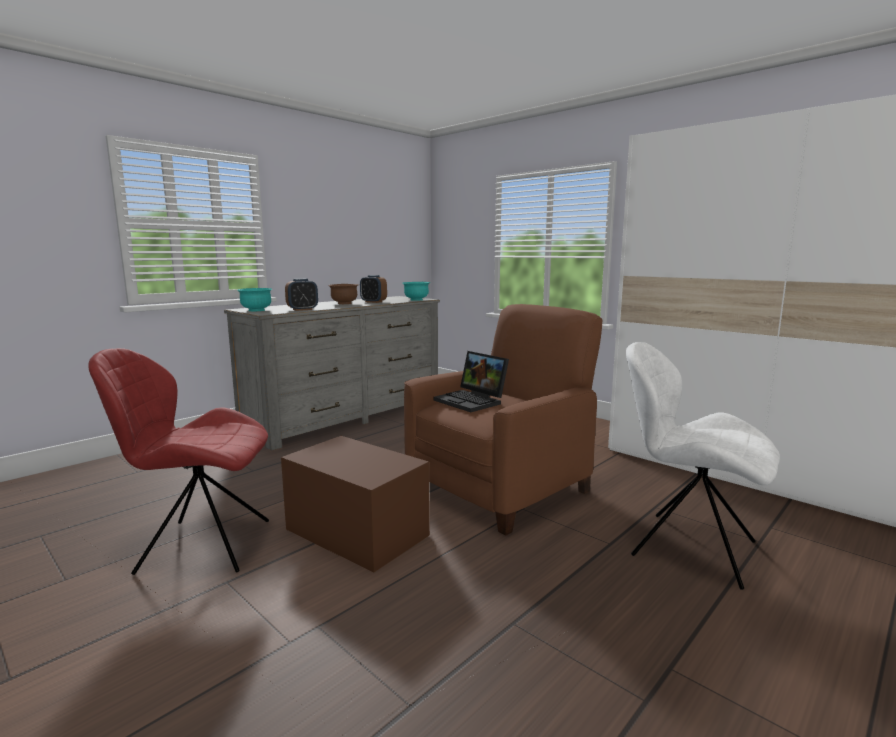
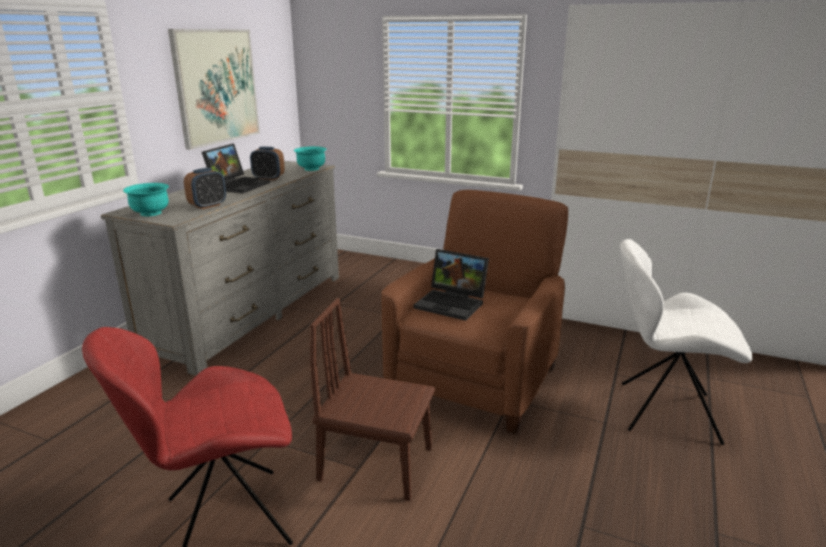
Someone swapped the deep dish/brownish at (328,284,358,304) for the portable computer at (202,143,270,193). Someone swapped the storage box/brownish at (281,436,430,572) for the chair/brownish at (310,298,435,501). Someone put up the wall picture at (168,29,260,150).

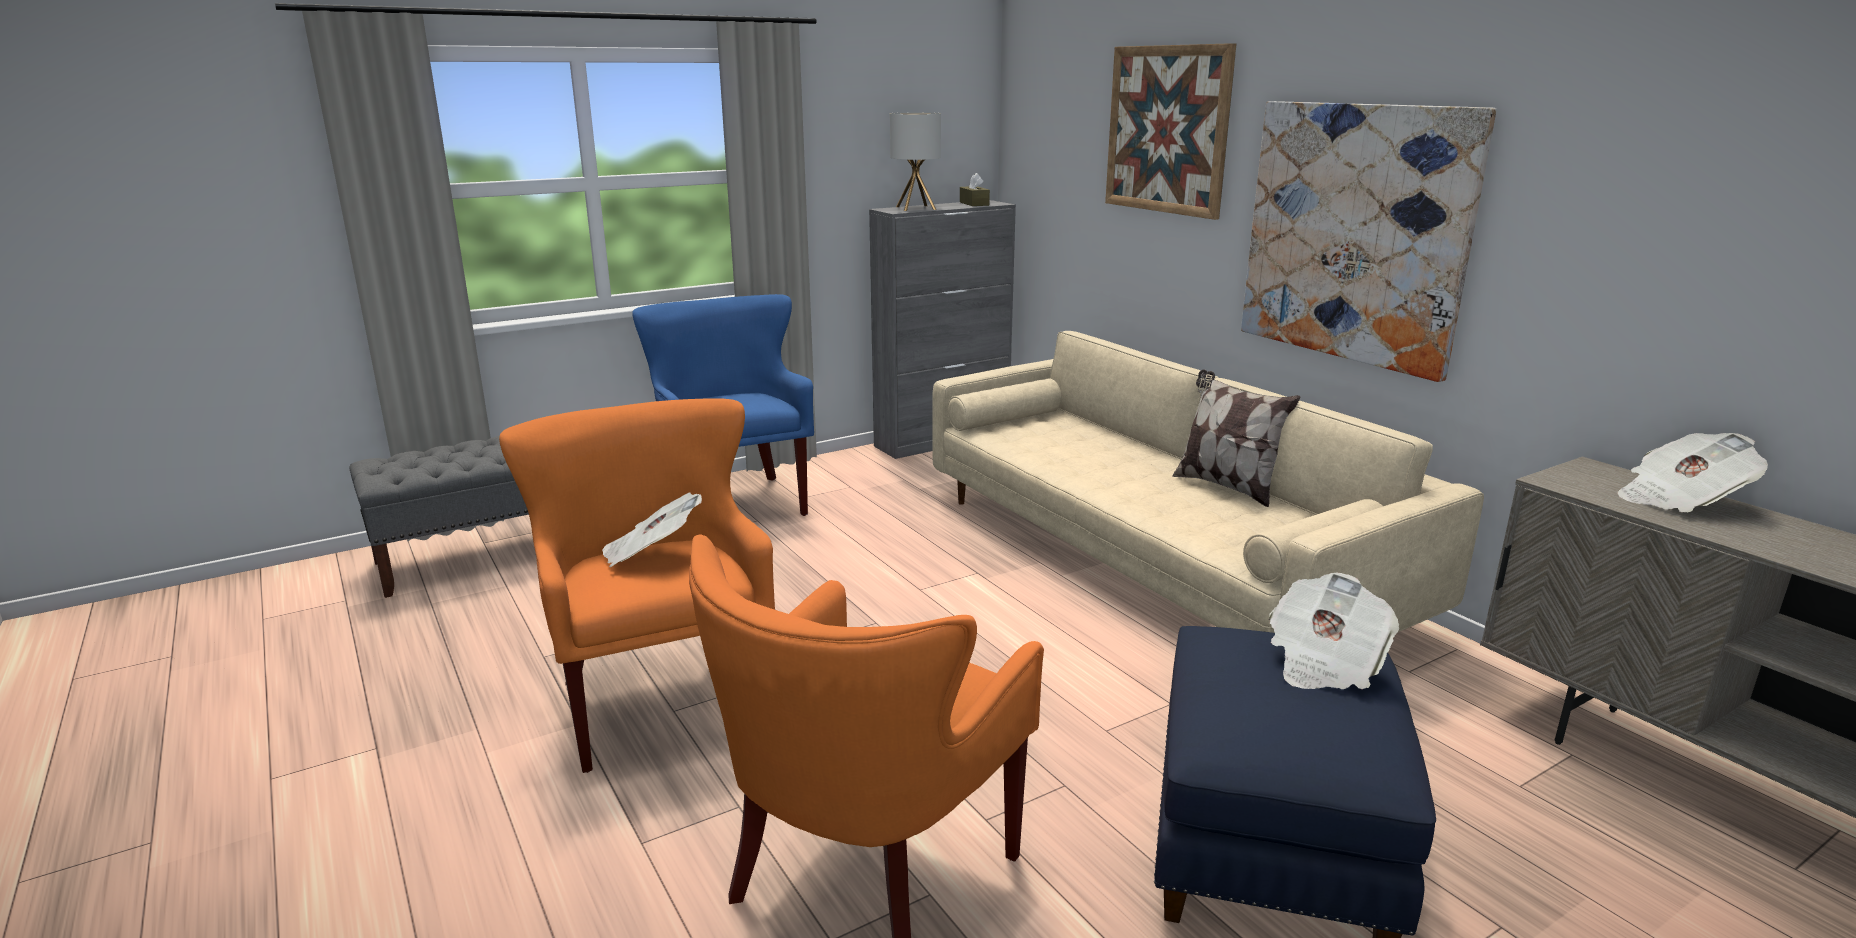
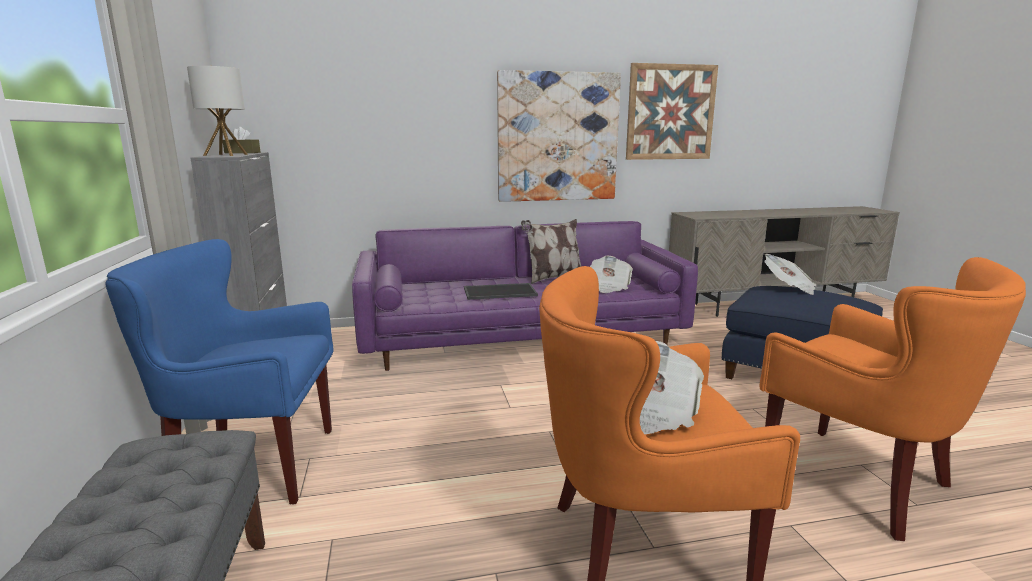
Someone carried the wall picture from (1105,43,1236,220) to (626,63,718,160). Someone repainted the sofa/beige-coloured at (932,331,1484,633), which became the sofa/purple at (352,221,698,371). Someone carried the daily paper from (1618,433,1768,512) to (590,256,633,293). Someone put down the carrying tray at (464,283,538,300).

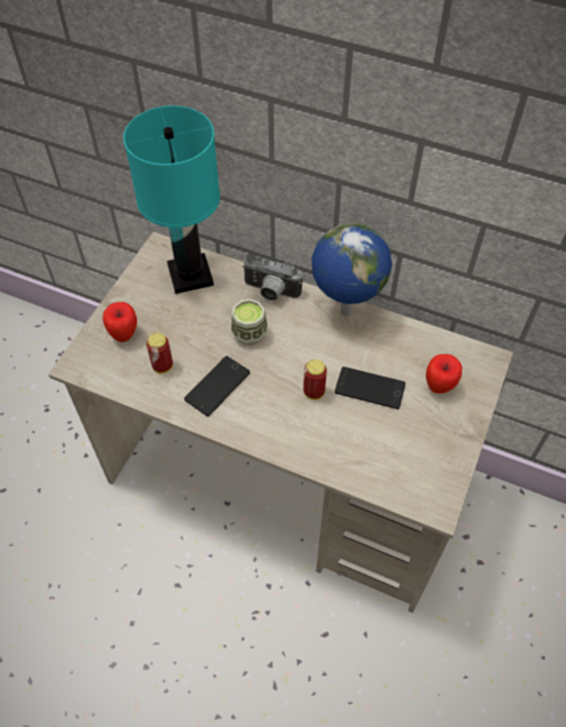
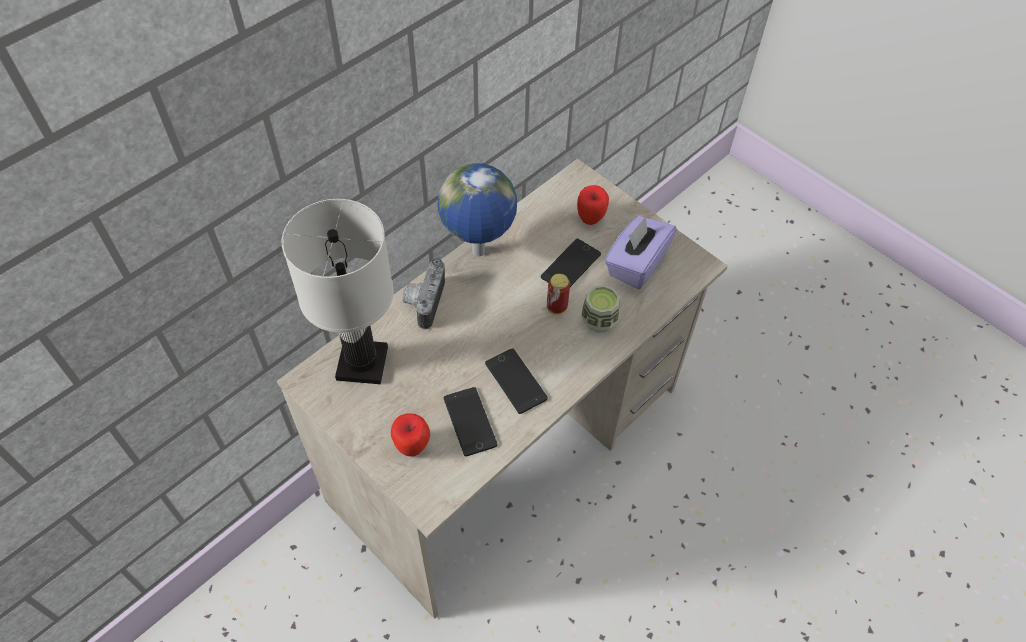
Someone repainted the lamp for a table/turquoise at (123,106,220,294), which became the lamp for a table/whitish at (282,199,394,384). Someone rotated the photo camera at (242,254,303,301) by 150 degrees clockwise. Someone carried the small cup from (231,299,268,346) to (581,285,620,333). Someone swapped the metal can at (146,333,173,374) for the handset at (444,387,498,456). Someone put down the tissue box/purple at (605,216,677,289).

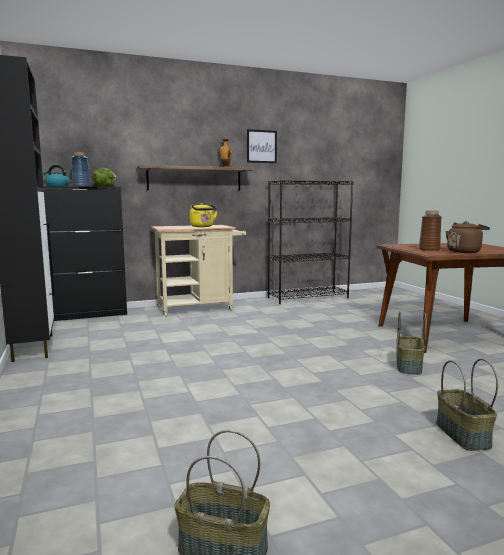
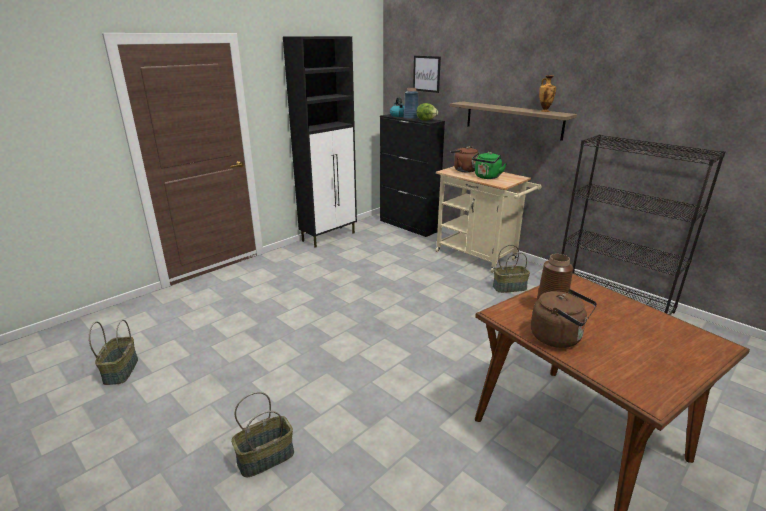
Someone carried the wall picture from (247,129,277,163) to (413,56,441,93). Someone repainted the water kettle/yellow-coloured at (190,203,218,227), which became the water kettle/green at (472,152,506,179). Someone carried the household basket from (396,311,427,375) to (493,245,530,293). Someone put down the water kettle/brownish at (450,146,478,173).

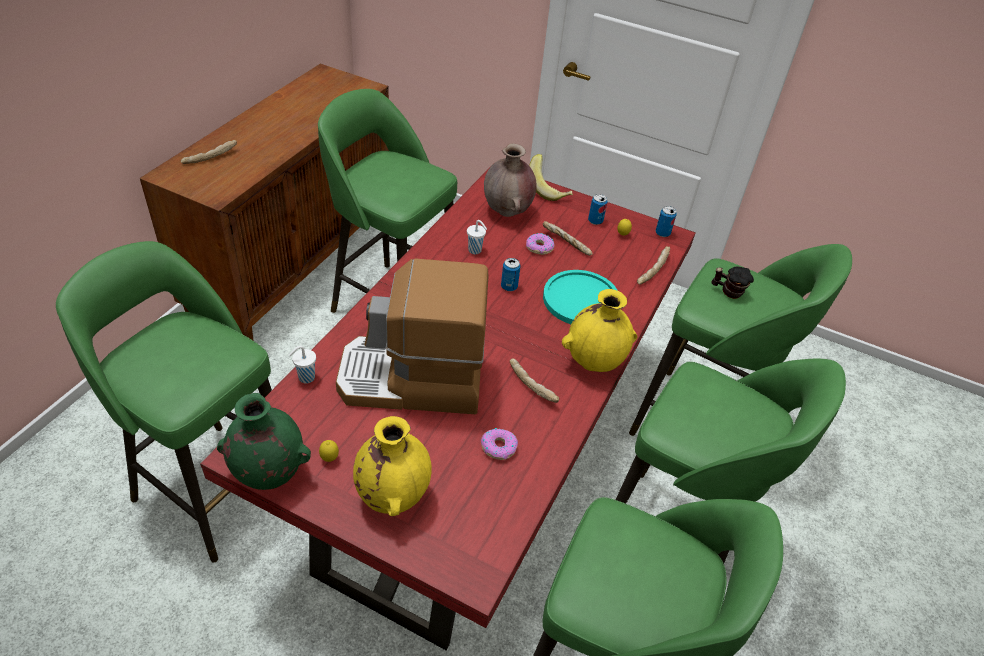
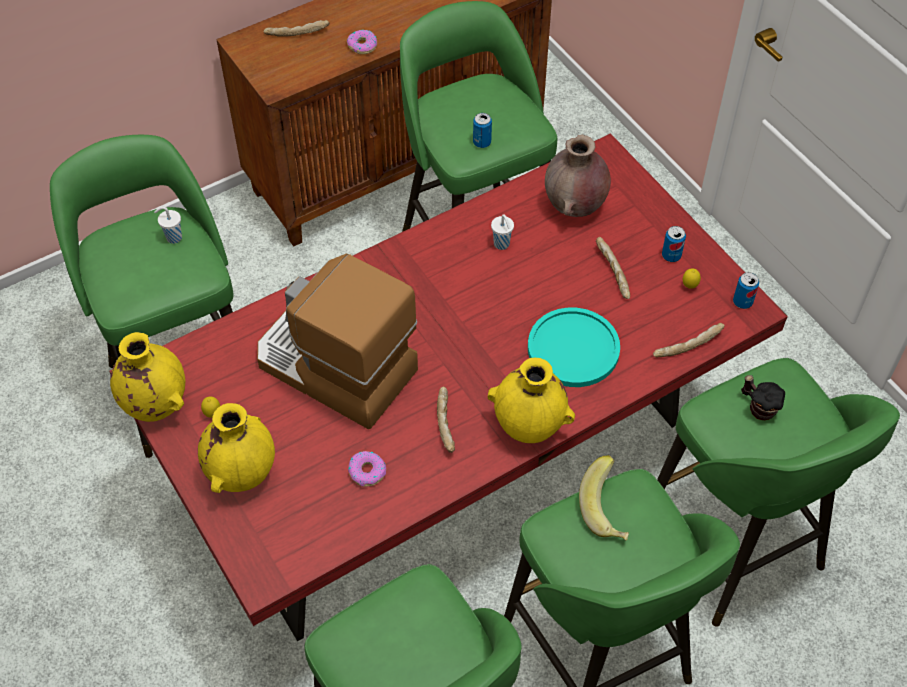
Someone carried the banana fruit from (529,154,573,201) to (579,455,629,540). Someone carried the doughnut from (526,233,555,255) to (347,30,377,54). Someone carried the metal can from (501,258,521,291) to (473,113,492,148). Someone carried the small cup/whitish from (289,346,316,384) to (154,207,182,244). Someone repainted the decorative vase/green at (217,393,311,490), which became the decorative vase/yellow-coloured at (110,332,185,422).

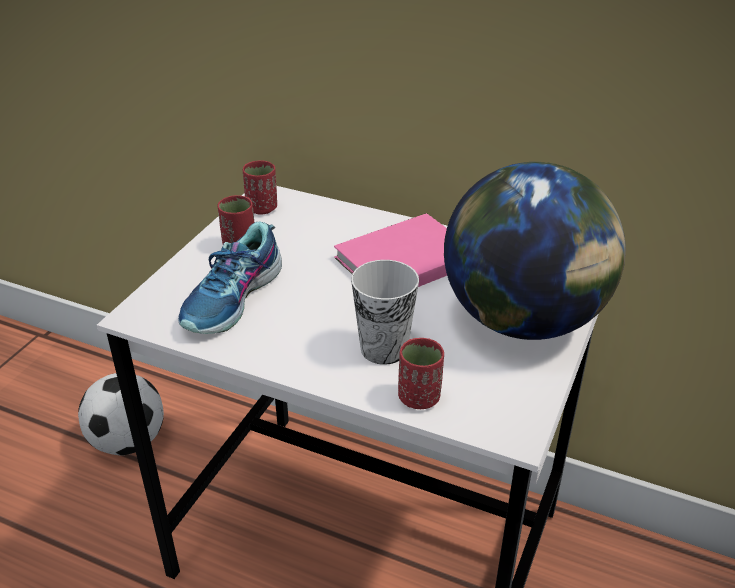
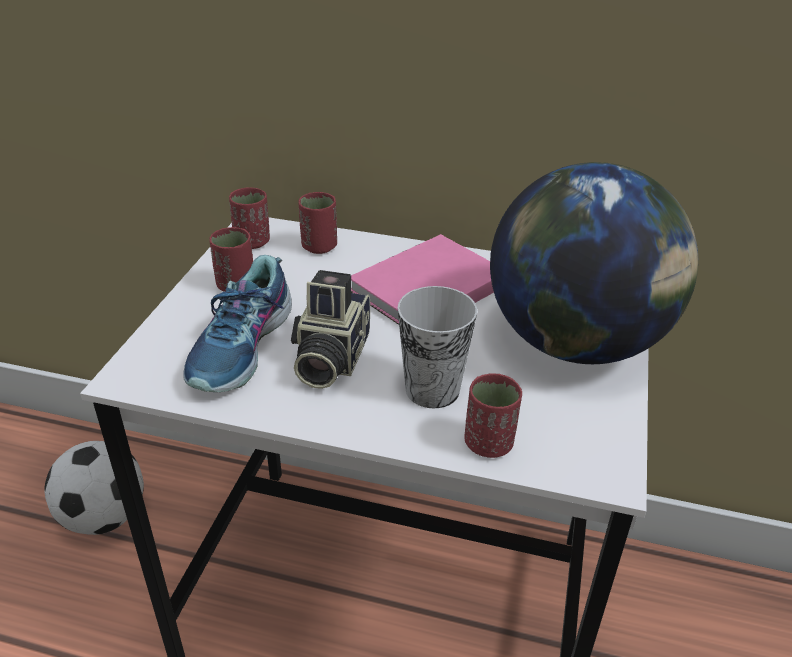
Someone put down the small cup/red at (298,192,337,254). Someone put down the photo camera at (291,270,370,389).

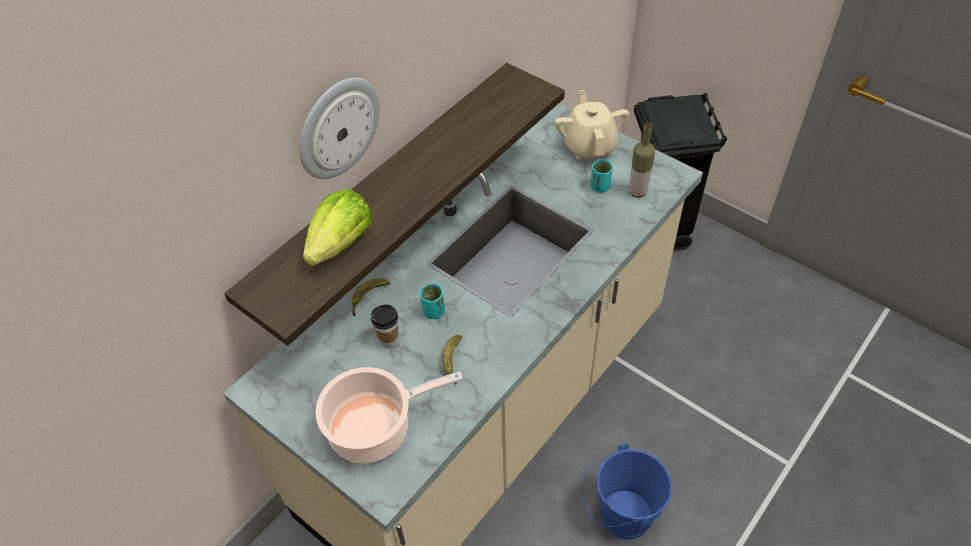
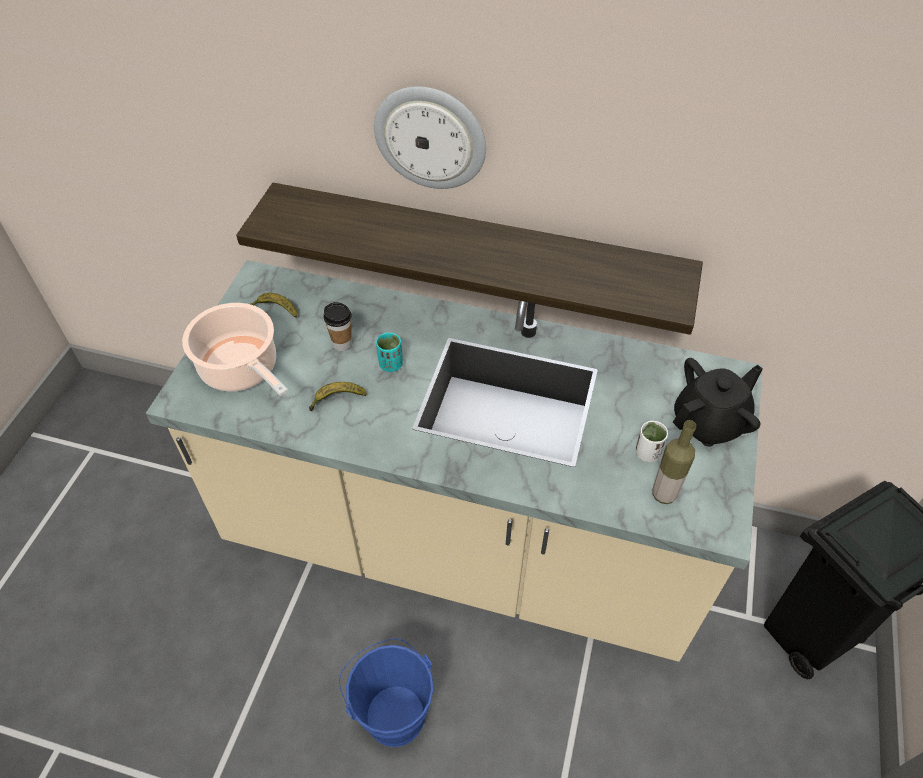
Someone repainted the teapot/beige-coloured at (554,90,629,160), which became the teapot/blackish at (673,358,763,447). Someone repainted the small cup/turquoise at (590,159,613,193), which became the small cup/whitish at (635,421,668,462). Someone took away the lettuce at (303,189,371,266). Someone carried the banana fruit from (352,278,391,316) to (250,293,297,318).

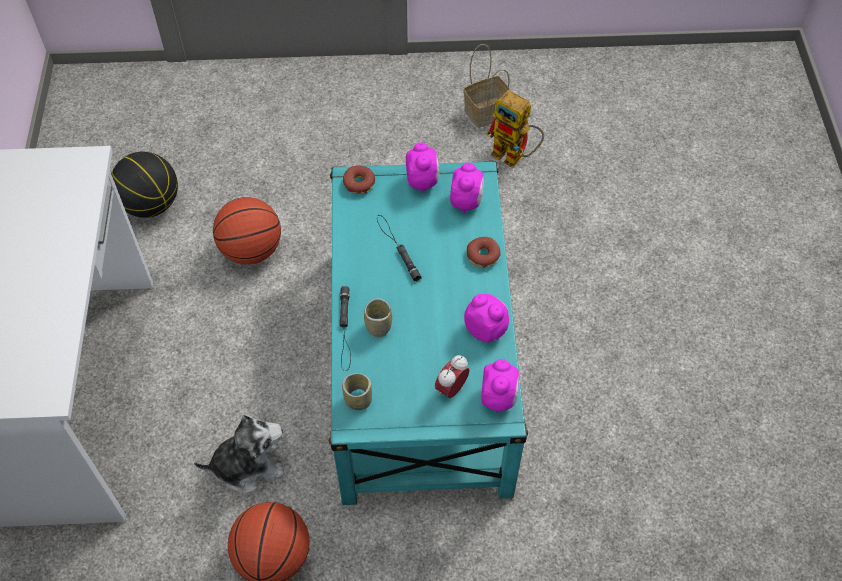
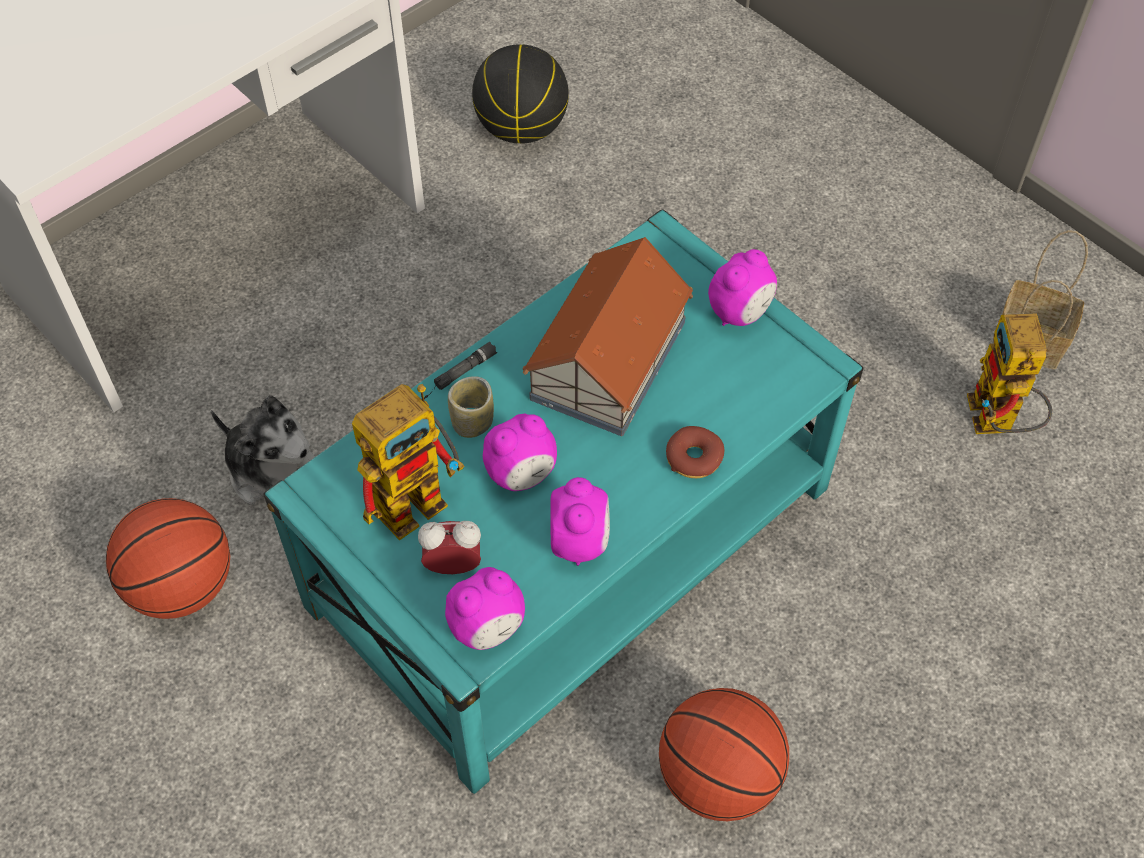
Someone carried the table clock from (450,163,484,213) to (483,414,557,491). Someone took away the doughnut at (343,165,375,194). Someone carried the basketball from (213,197,281,264) to (659,688,789,821). Someone swapped the torch/blackish at (377,215,421,281) for the toy house at (522,237,693,436). Someone took away the small cup at (342,373,372,410). Someone put down the model robot at (352,384,464,540).

